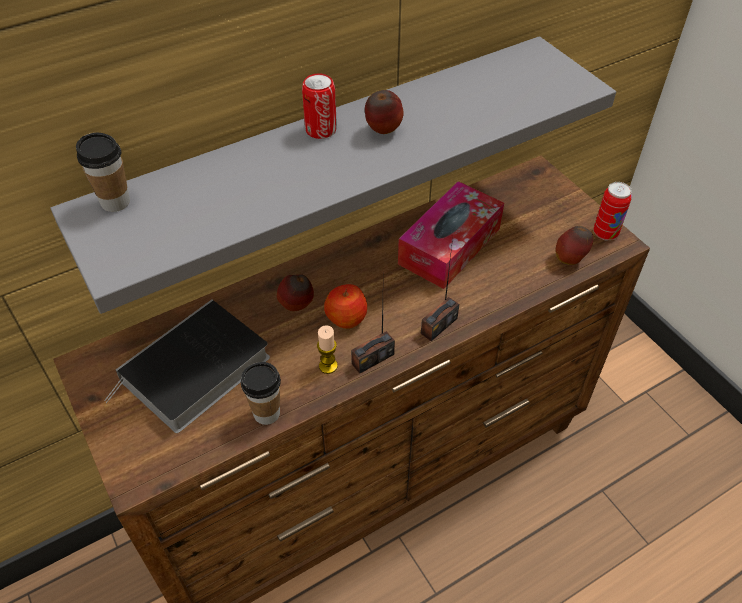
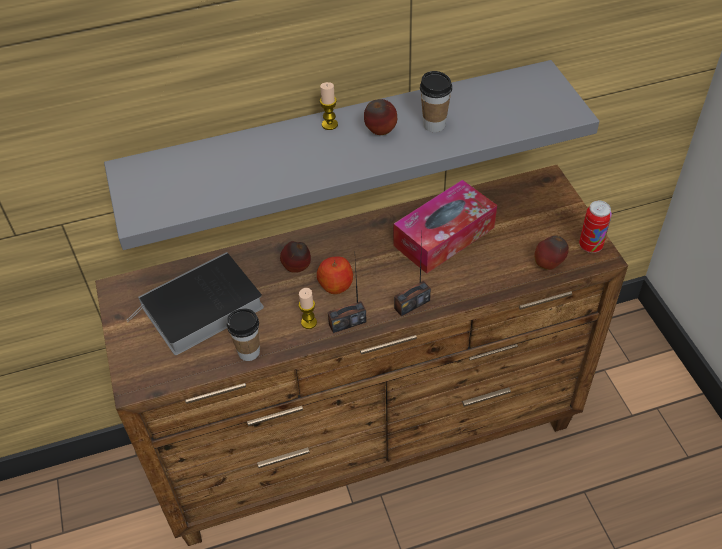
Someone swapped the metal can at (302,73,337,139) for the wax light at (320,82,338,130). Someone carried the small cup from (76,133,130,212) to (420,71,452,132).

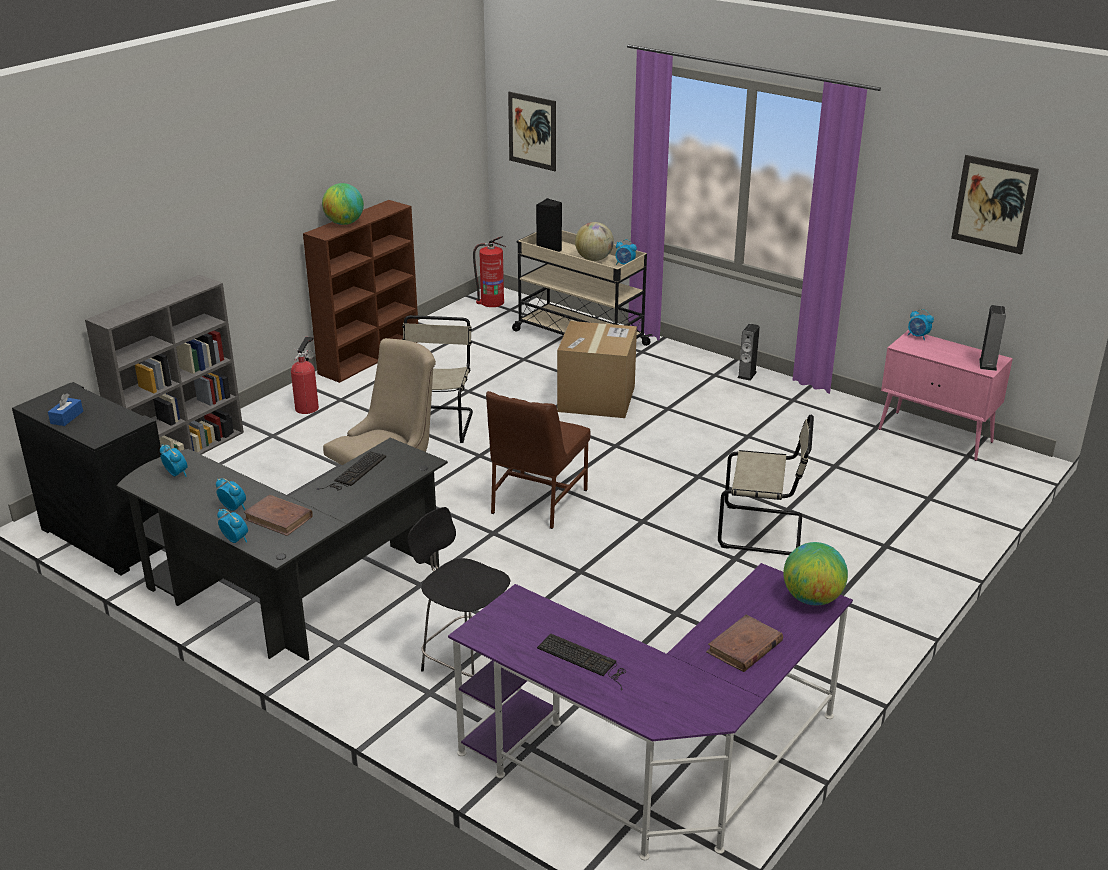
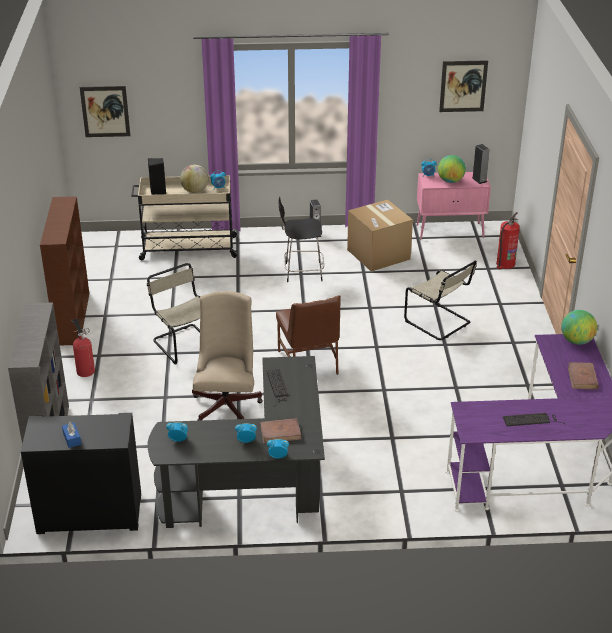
Someone carried the globe from (322,183,364,225) to (438,155,466,183). Someone carried the fire-fighting cylinder from (473,236,506,307) to (496,212,520,269). Someone carried the cardboard box from (557,321,637,418) to (347,199,413,272). Someone rotated the chair/beige-coloured at (718,415,814,555) by 75 degrees clockwise. Someone carried the stool seat/blackish from (408,507,511,677) to (278,196,324,282).

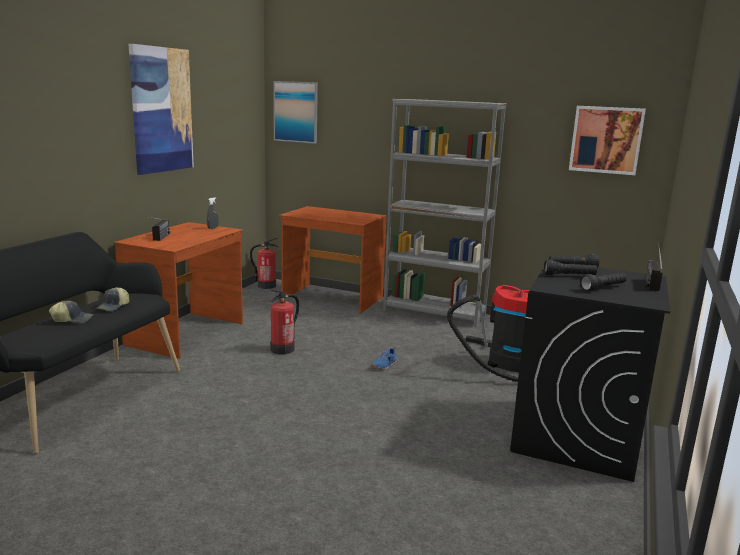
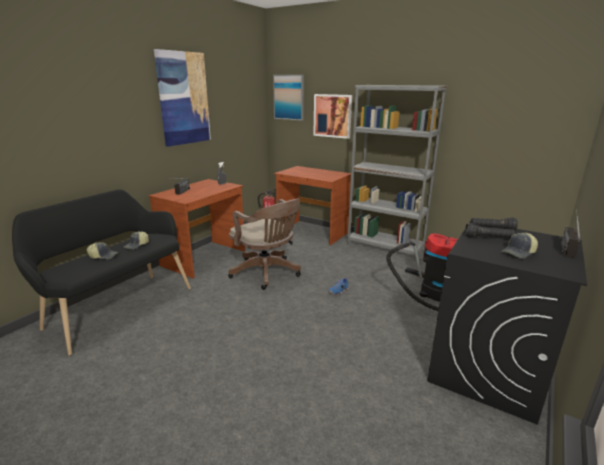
Someone carried the wall picture from (569,106,646,175) to (313,94,352,139). Someone swapped the torch/blackish at (580,273,627,291) for the baseball cap at (501,233,538,259). Someone swapped the fire-fighting cylinder at (270,290,299,354) for the computer chair/brownish at (228,199,301,290).

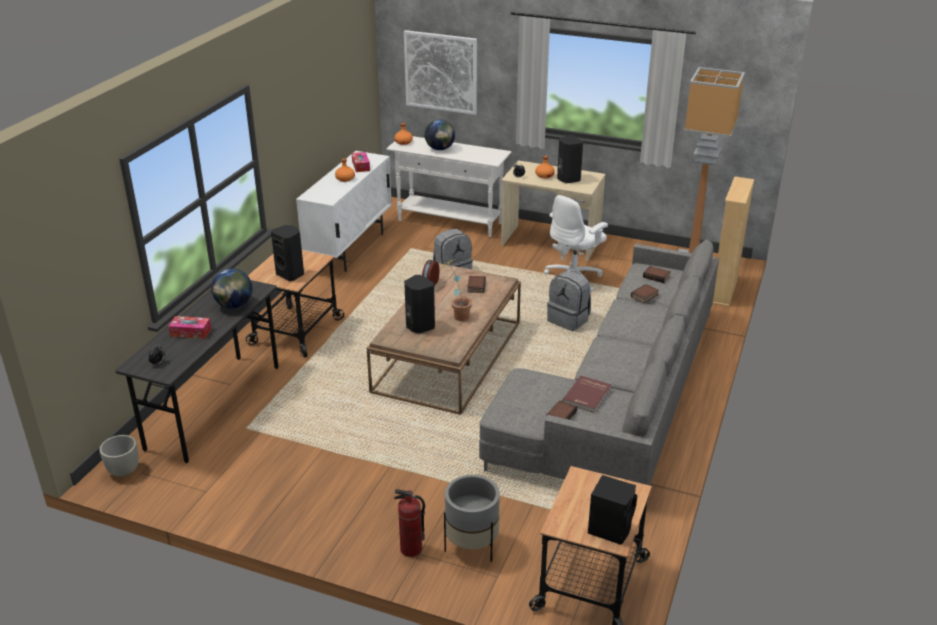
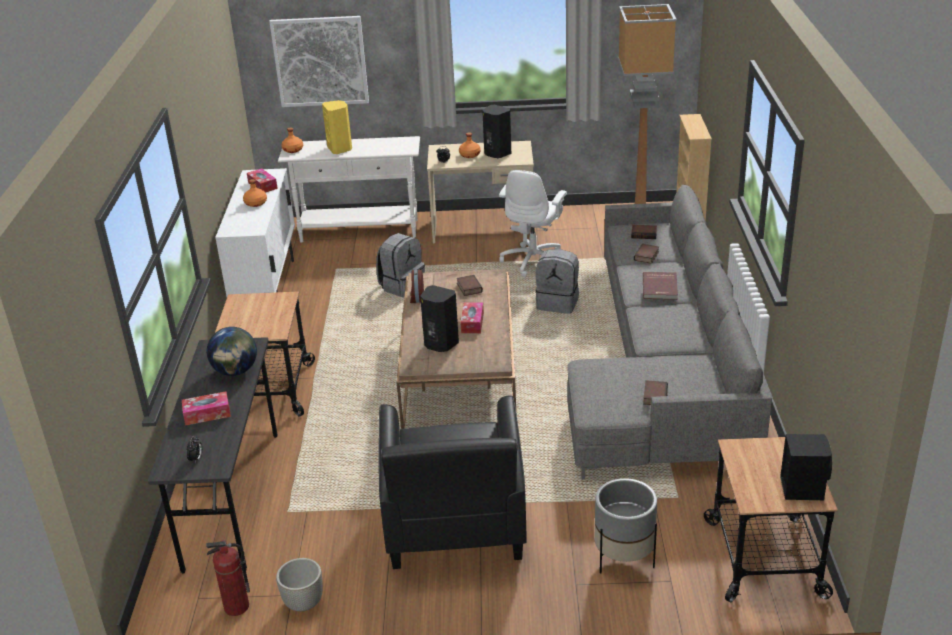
Someone swapped the globe at (425,119,455,150) for the loudspeaker/yellow-coloured at (322,100,352,154). Someone took away the loudspeaker/blackish at (271,225,304,281). Someone swapped the houseplant at (442,260,472,321) for the tissue box at (460,302,484,333). Someone carried the book/red from (562,375,612,413) to (643,272,678,300). Someone carried the flower pot/grey from (99,435,139,477) to (276,558,323,612). Someone carried the fire-fighting cylinder from (394,489,425,557) to (206,540,250,616). Someone put down the armchair/blackish at (379,395,526,569).

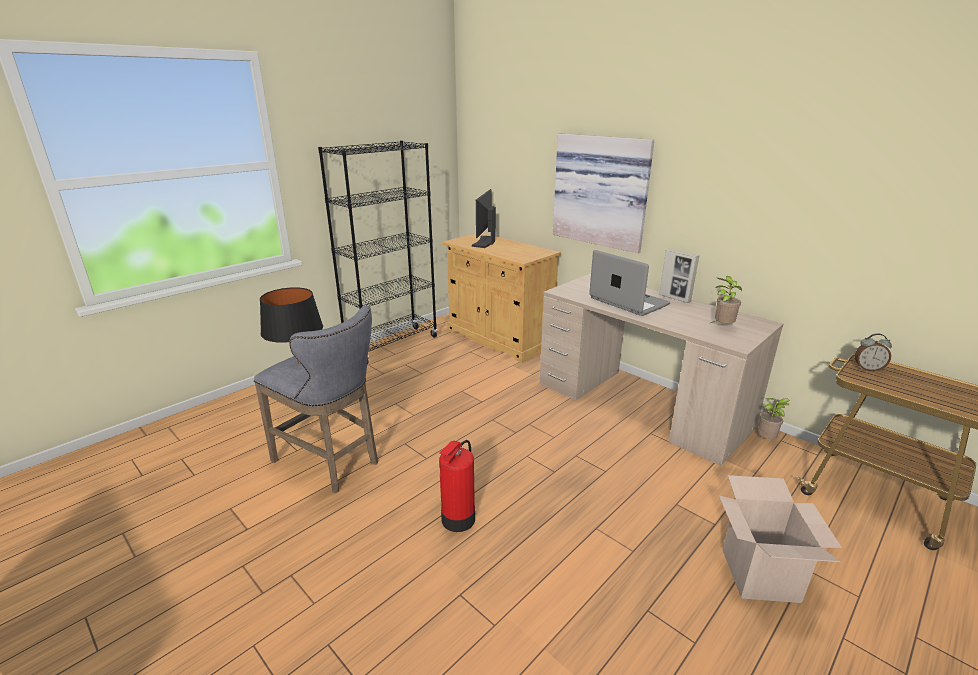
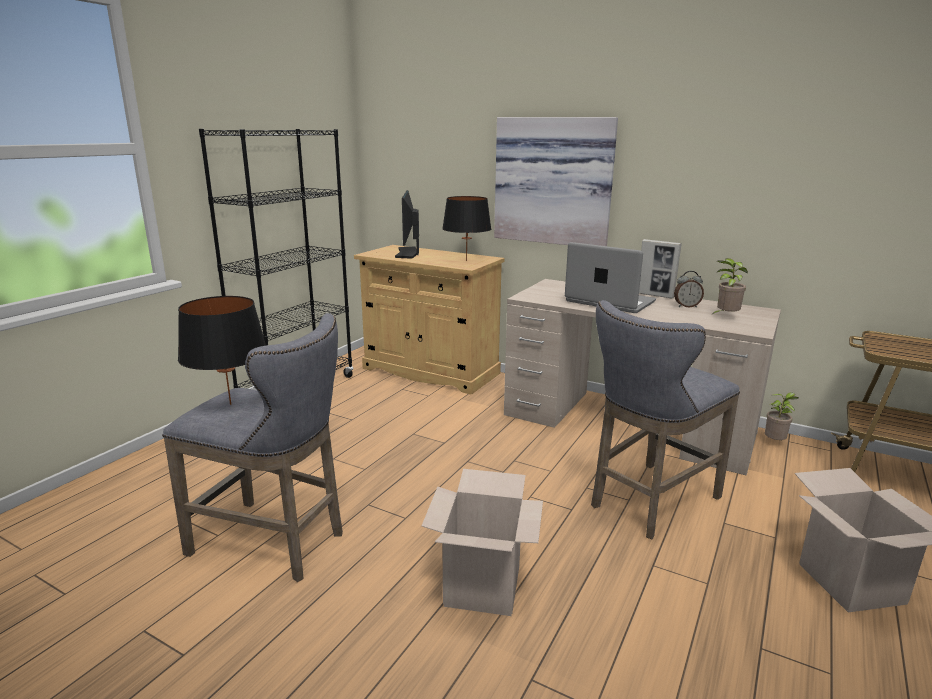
Someone carried the table clock from (854,333,892,372) to (674,271,704,307). Someone swapped the fire-fighting cylinder at (439,440,475,532) for the cardboard box at (422,469,543,616). Someone put down the lamp for a table/blackish at (442,196,491,261). Someone put down the stool seat/grey at (591,300,740,539).

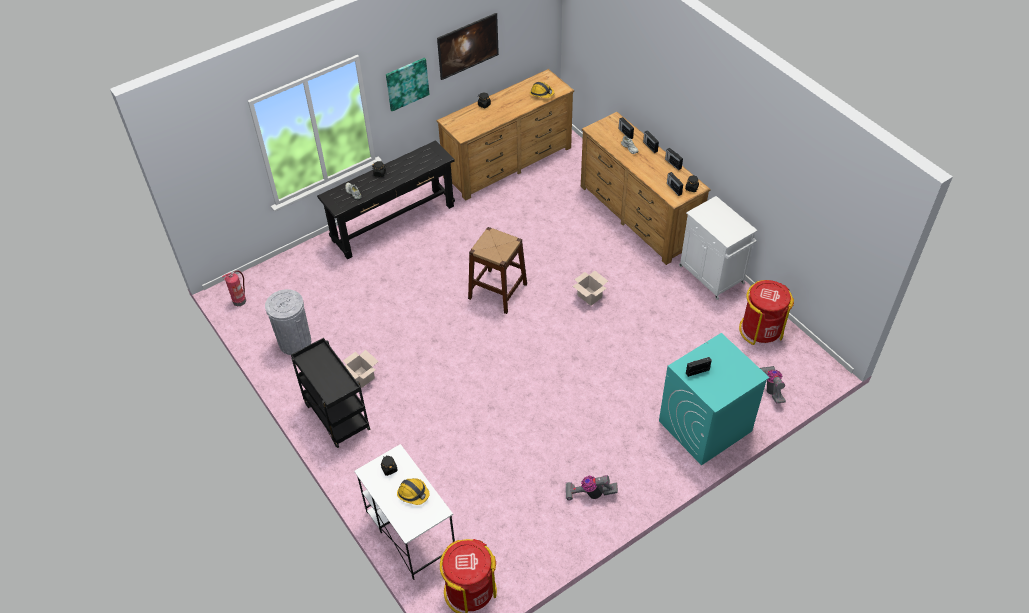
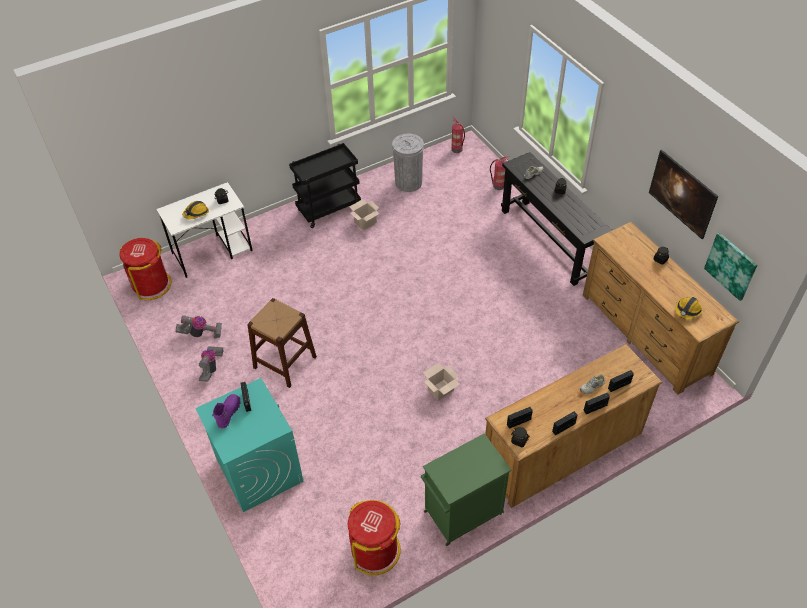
Someone carried the wall picture from (386,58,430,111) to (704,232,757,301). Someone repainted the cabinet/whitish at (679,196,758,300), which became the cabinet/green at (421,434,512,546). Someone carried the stool seat/brownish from (468,227,527,314) to (247,298,317,388). Someone carried the vacuum cleaner from (760,366,786,404) to (176,315,222,338). Someone put down the fire-fighting cylinder at (490,156,509,190). Someone put down the tall boot/purple at (212,394,241,428).

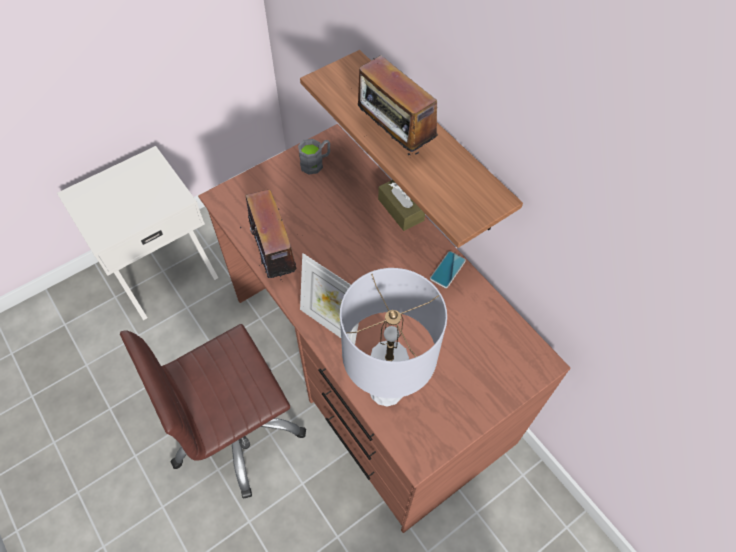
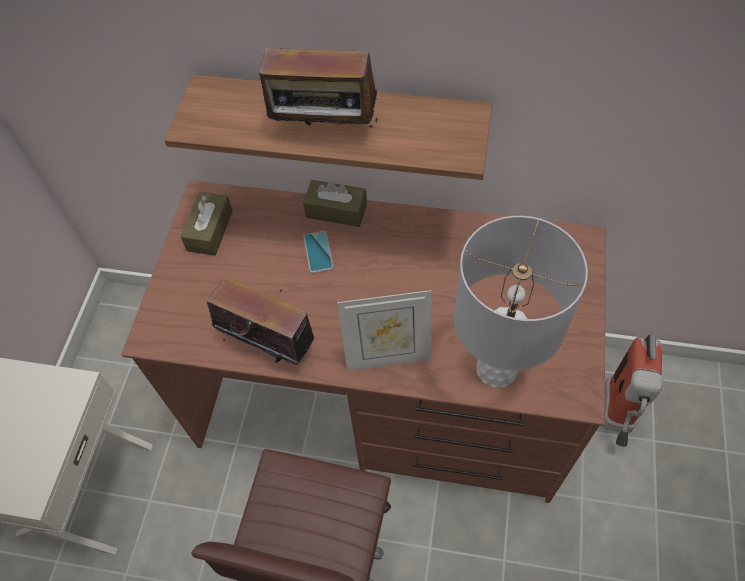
Someone swapped the coffee mug/grey at (298,139,330,174) for the tissue box/brownish at (180,192,233,256). Someone carried the handset from (430,251,466,288) to (303,231,333,273). Someone put down the fire-fighting cylinder at (604,333,663,447).

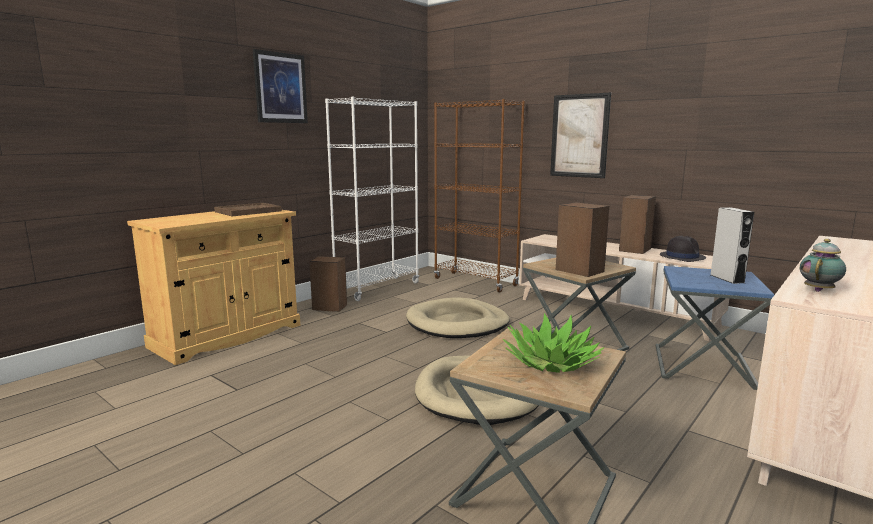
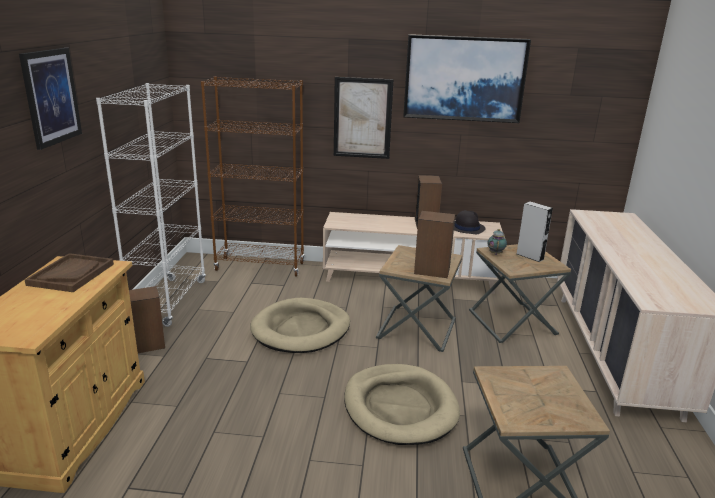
Someone carried the teapot from (800,239,846,292) to (487,229,507,255). Someone repainted the side table/blue-coloured at (656,266,775,390), which became the side table/brownish at (469,244,571,343). Someone took away the houseplant at (502,313,604,373). Someone put up the wall picture at (403,34,531,123).

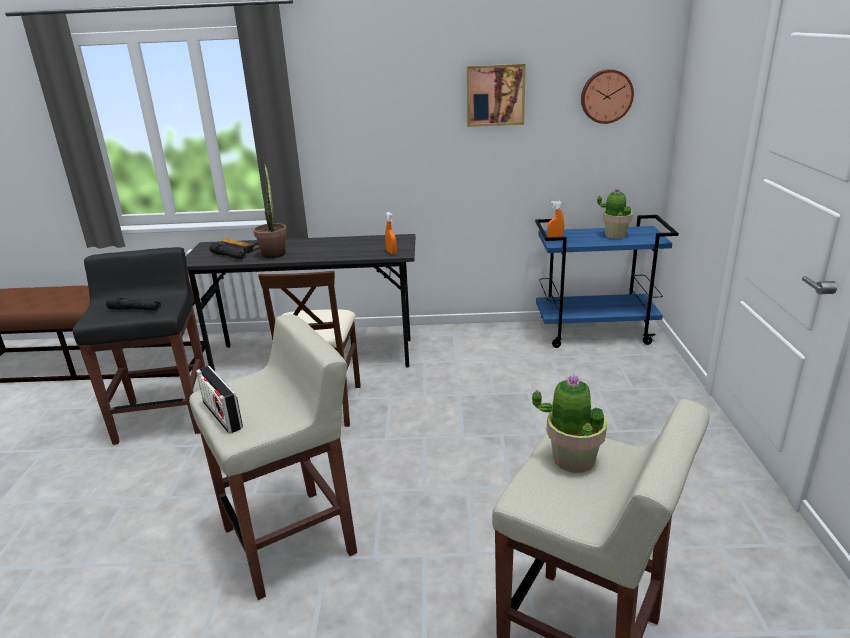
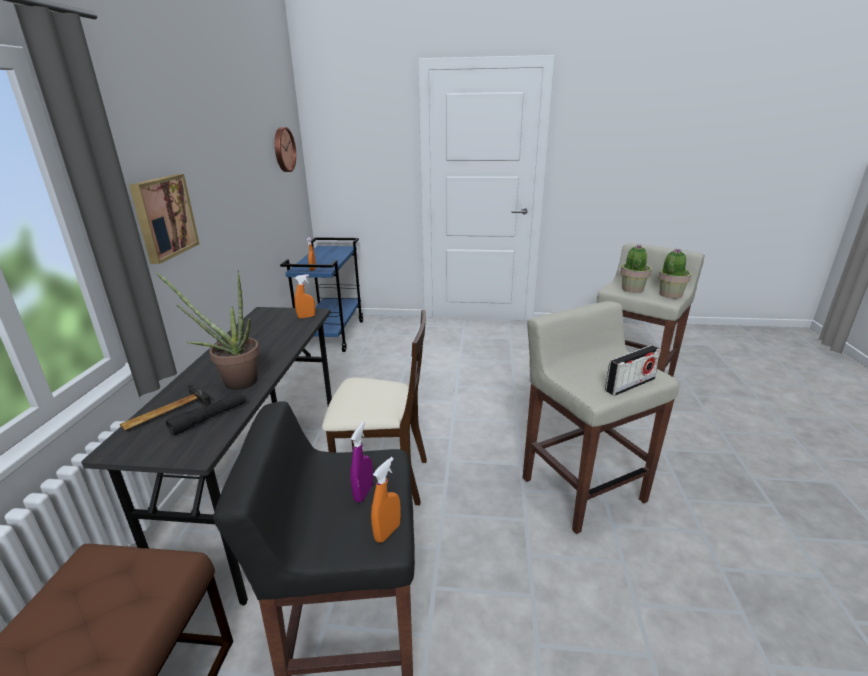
Someone carried the wall picture from (467,64,526,127) to (129,174,200,264). Someone carried the houseplant from (597,188,633,239) to (658,248,692,299). Someone swapped the torch/blackish at (106,297,161,311) for the spray bottle/purple at (350,422,373,503). Someone put down the spray bottle/orange-coloured at (371,457,401,543).

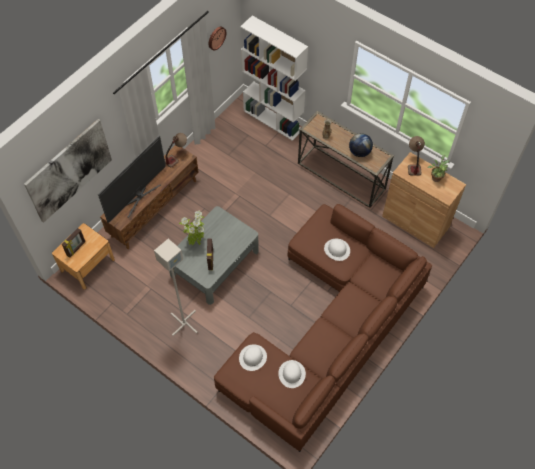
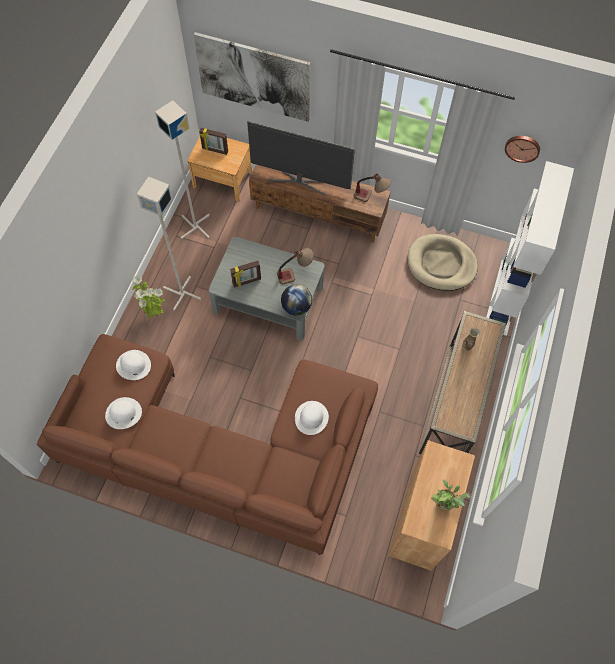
Someone carried the globe from (349,133,373,157) to (281,284,312,316). Someone carried the lamp for a table from (408,136,425,176) to (277,248,314,284). Someone carried the houseplant from (179,211,204,245) to (132,276,165,318). Someone put down the standing lamp/grey at (155,100,210,239). Someone put down the dog cushion/beige-coloured at (408,234,478,291).

